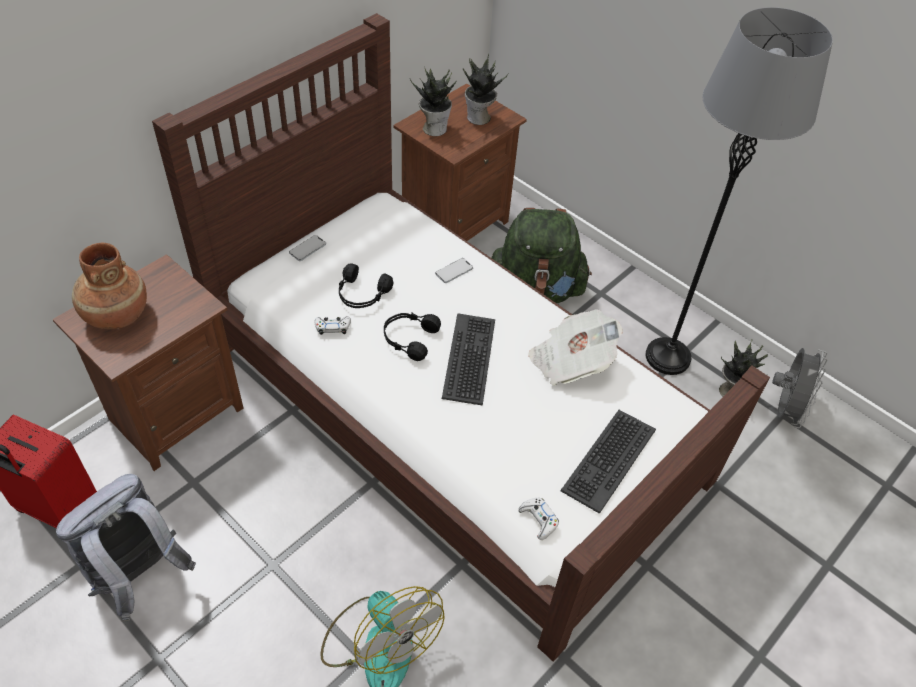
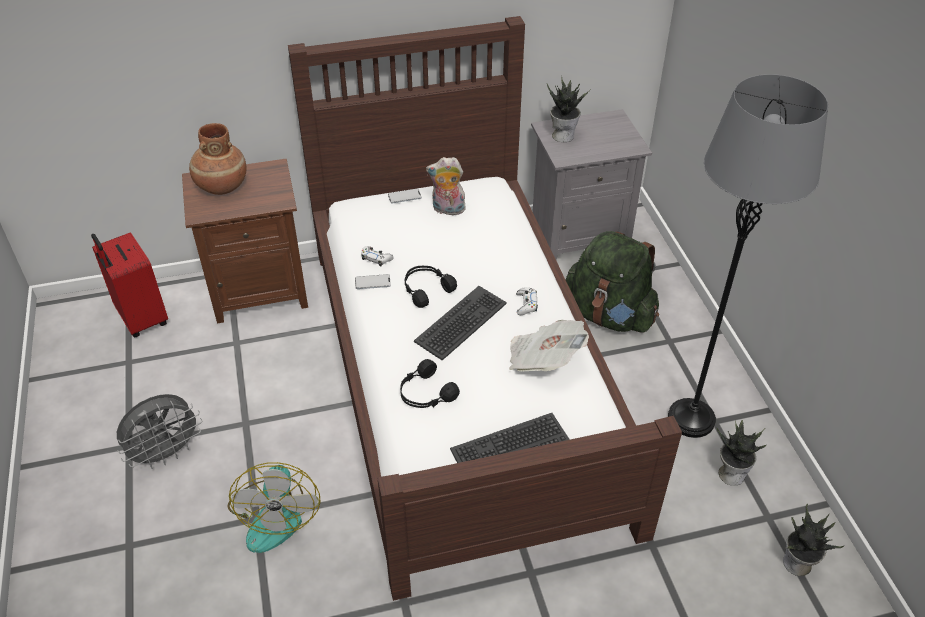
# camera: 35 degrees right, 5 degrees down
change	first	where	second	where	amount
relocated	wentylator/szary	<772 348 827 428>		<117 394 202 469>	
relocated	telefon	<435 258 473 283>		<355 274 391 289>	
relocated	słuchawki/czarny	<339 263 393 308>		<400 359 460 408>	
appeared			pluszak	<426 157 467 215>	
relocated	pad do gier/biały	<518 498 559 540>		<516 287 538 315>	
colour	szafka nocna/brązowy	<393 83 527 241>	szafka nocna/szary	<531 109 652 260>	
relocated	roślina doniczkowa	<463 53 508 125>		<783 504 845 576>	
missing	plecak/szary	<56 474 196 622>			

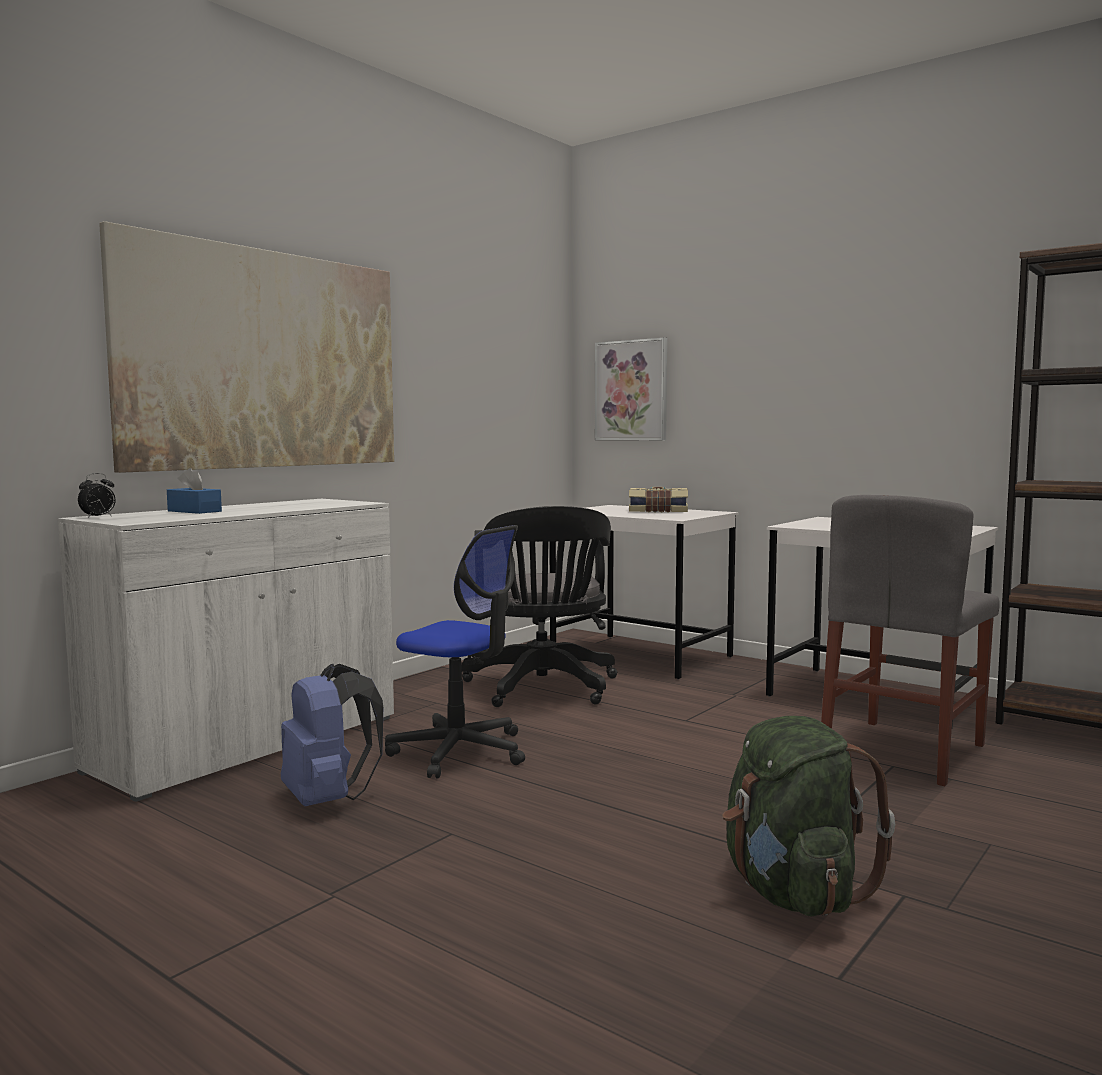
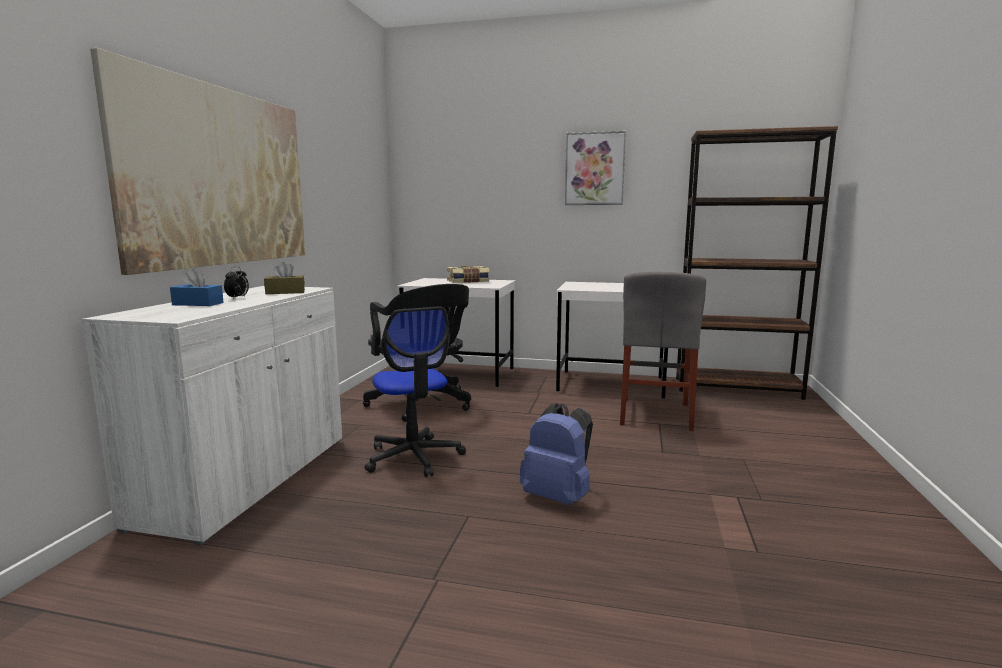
# camera: 25 degrees left, 5 degrees up
change	first	where	second	where	amount
relocated	budzik	<78 473 116 518>		<224 267 249 299>	
appeared			pudełko chusteczek/brązowy	<264 262 305 294>	
spun	krzesło biurowe	<385 525 525 779>		<365 306 466 477>	60 degrees clockwise
relocated	plecak/niebieski	<281 664 383 806>		<520 403 593 505>	
relocated	obraz	<595 337 667 440>		<565 131 626 205>	
missing	plecak/zielony	<722 716 895 916>			

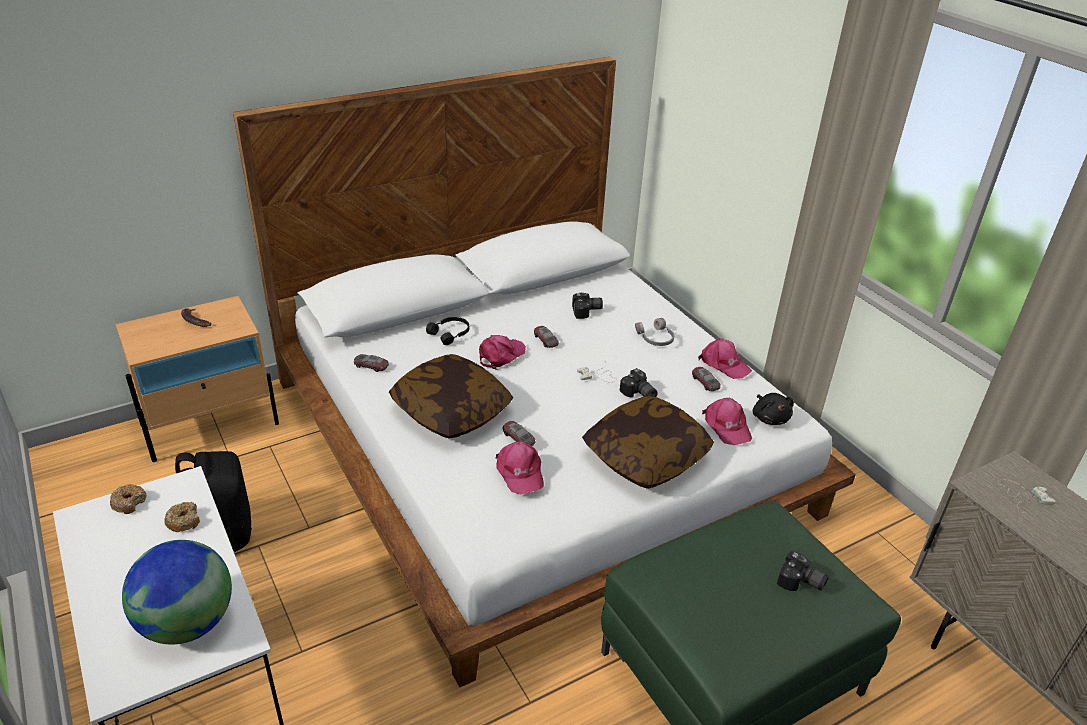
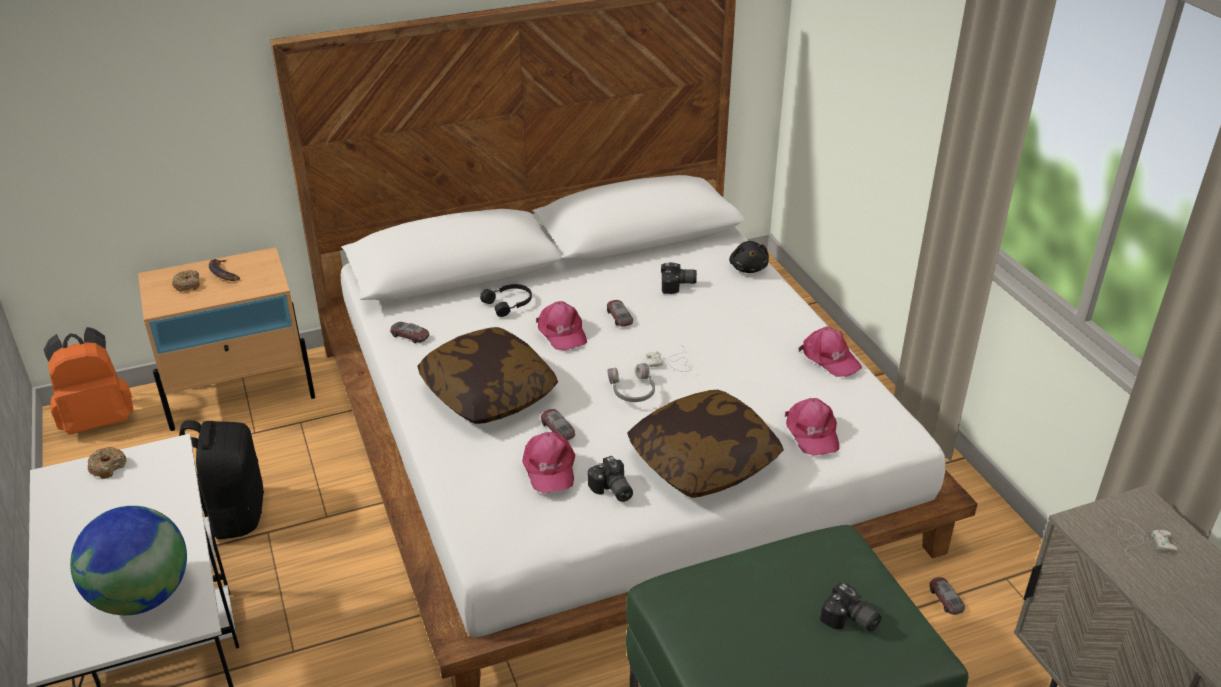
# camera: 10 degrees right, 0 degrees up
change	first	where	second	where	amount
appeared			plecak/pomarańczowy	<44 327 133 435>	
relocated	donut	<164 502 200 532>		<172 270 200 292>	
spun	czapka z daszkiem/różowy	<479 335 526 369>		<536 301 587 350>	105 degrees clockwise
relocated	aparat fotograficzny	<620 368 658 397>		<588 456 633 502>	
relocated	słuchawki/szary	<635 318 674 346>		<607 363 655 402>	
relocated	pluszak/czarny	<753 393 794 425>		<729 241 769 273>	
relocated	samochodzik	<692 367 720 391>		<929 577 965 615>	

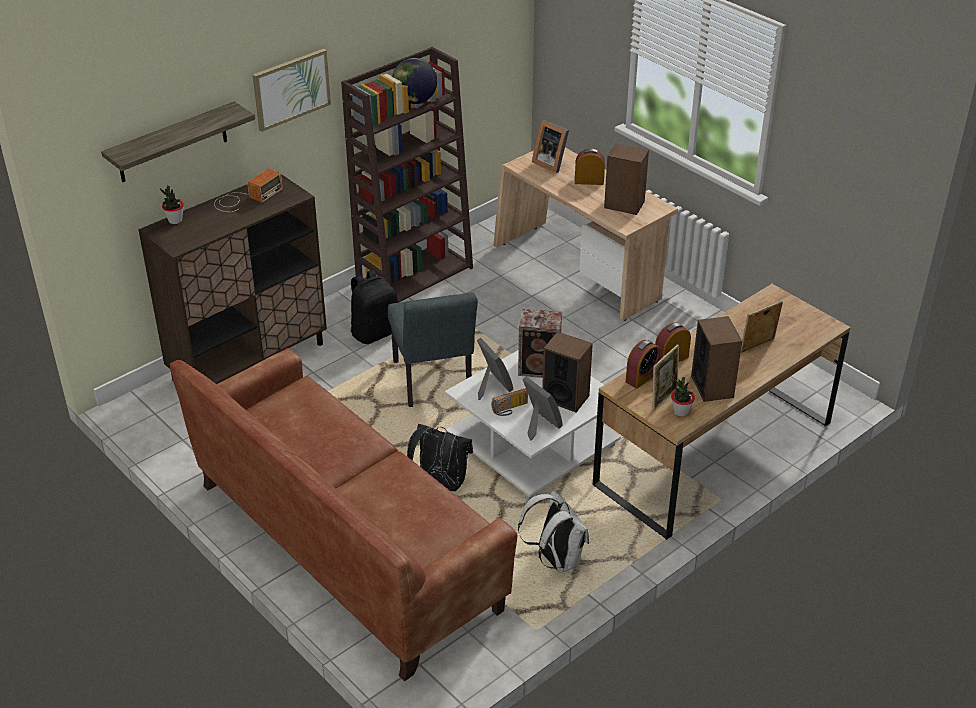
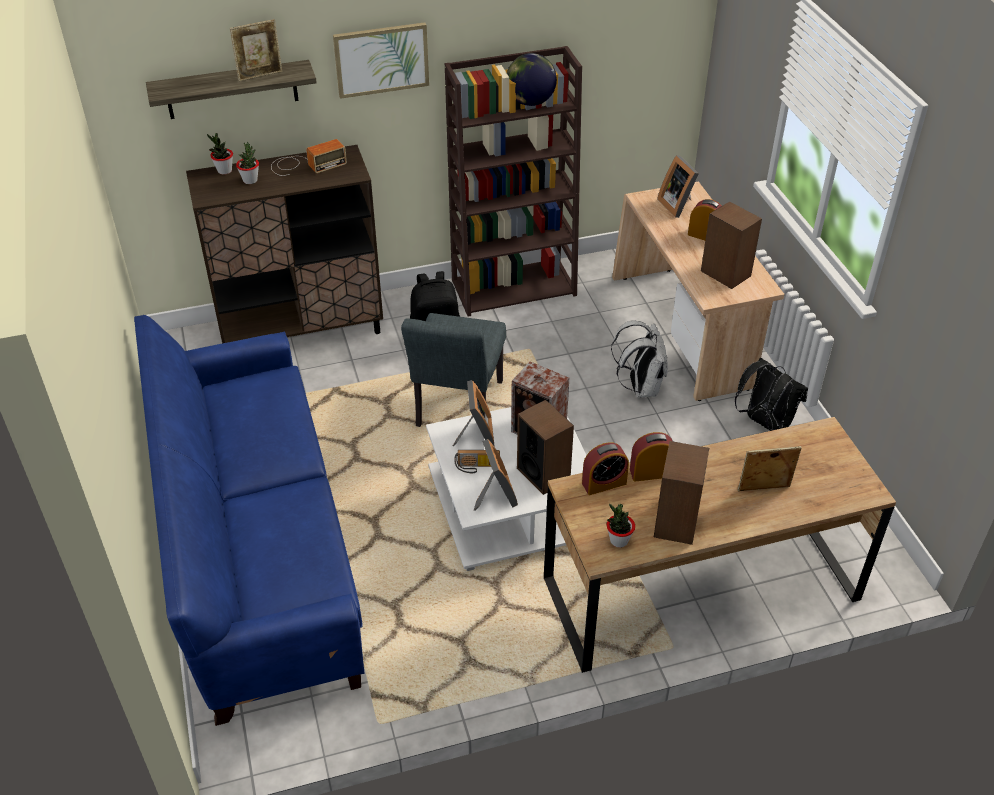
# camera: 25 degrees right, 5 degrees up
change	first	where	second	where	amount
colour	kanapa/brązowy	<170 348 517 681>	kanapa/niebieski	<134 315 364 726>	
relocated	ramka na zdjęcie	<653 344 679 410>		<230 19 282 82>	
appeared			roślina doniczkowa	<236 142 259 184>	
relocated	plecak/biały	<518 491 589 573>		<611 320 668 397>	
relocated	plecak/czarny	<407 424 473 491>		<735 358 808 431>	

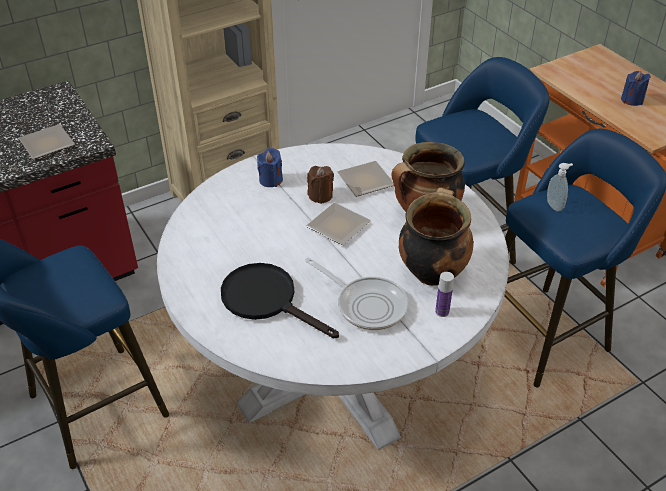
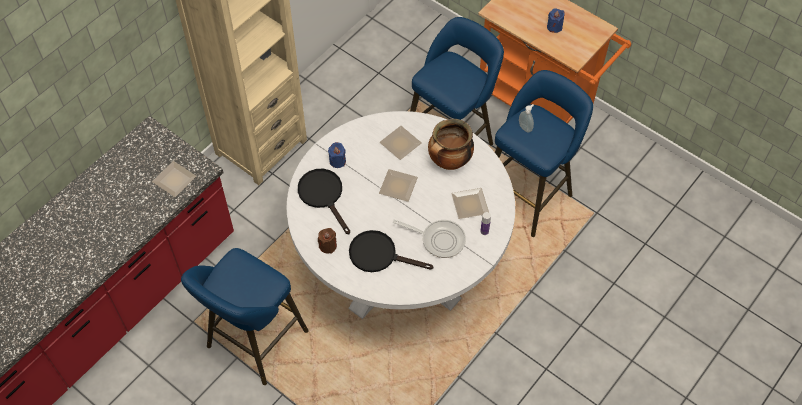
# camera: 20 degrees left, 15 degrees up
change	first	where	second	where	amount
appeared			patelnia/czarny	<298 169 350 234>	
relocated	świeca/brązowy	<307 166 334 204>		<318 228 337 254>	
exchanged	garnek	<399 187 474 286>	talerz	<451 188 489 219>	

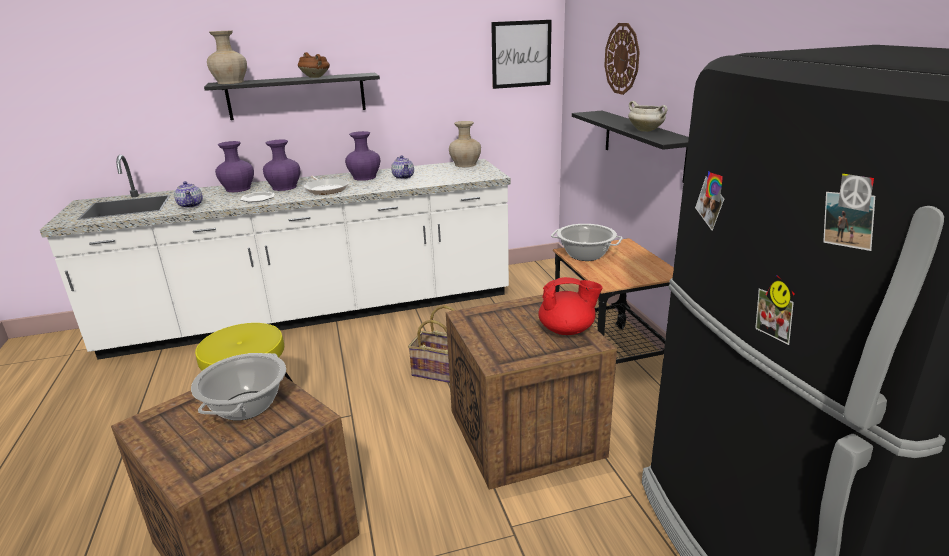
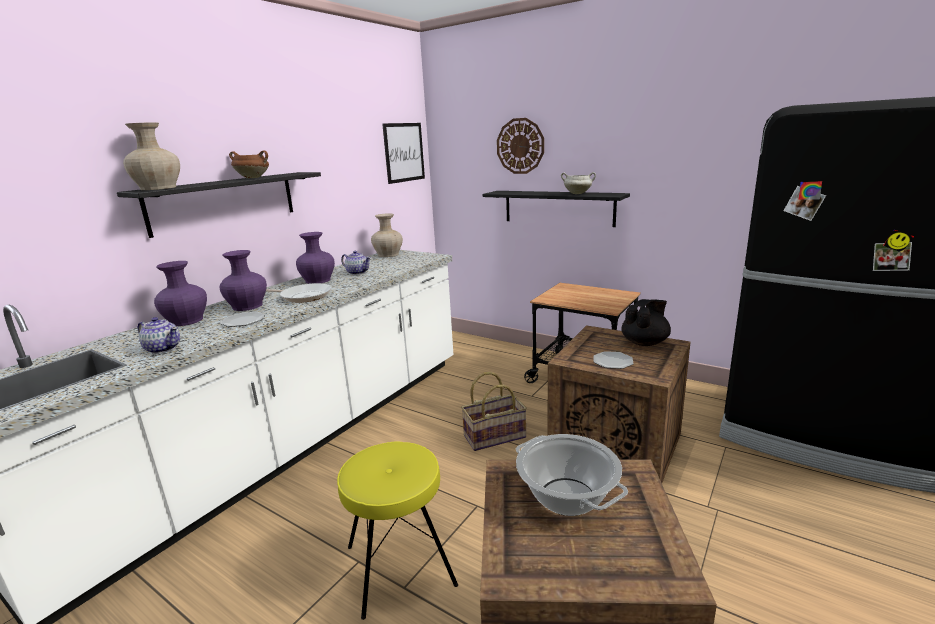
# camera: 40 degrees left, 5 degrees down
change	first	where	second	where	amount
appeared			talerz	<593 351 634 369>	
colour	imbryk/czerwony	<538 277 603 335>	imbryk/czarny	<621 299 671 346>	
missing	garnek	<551 224 623 261>			

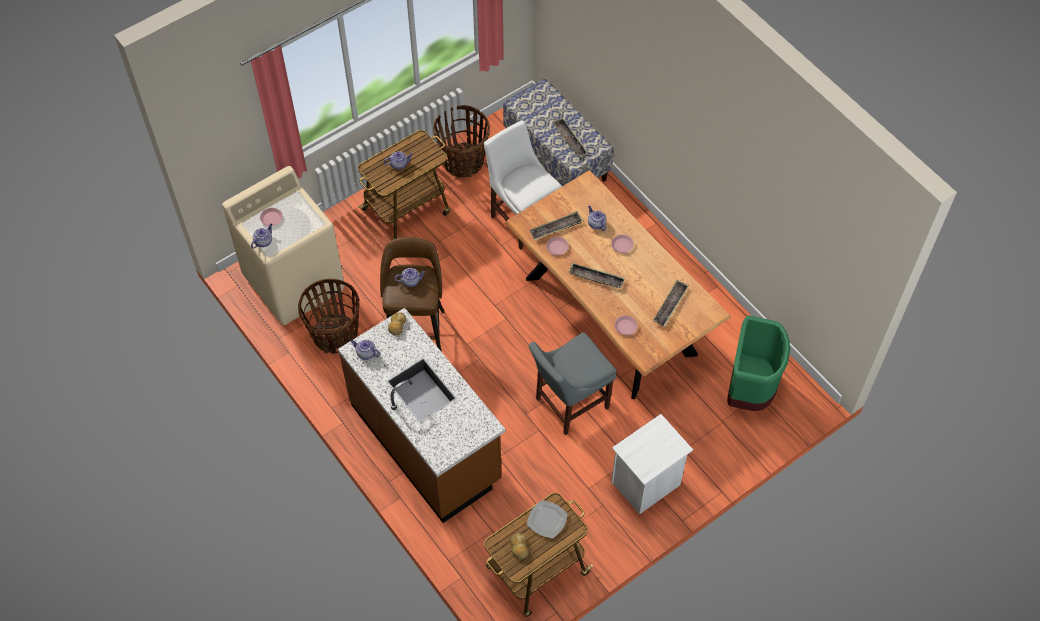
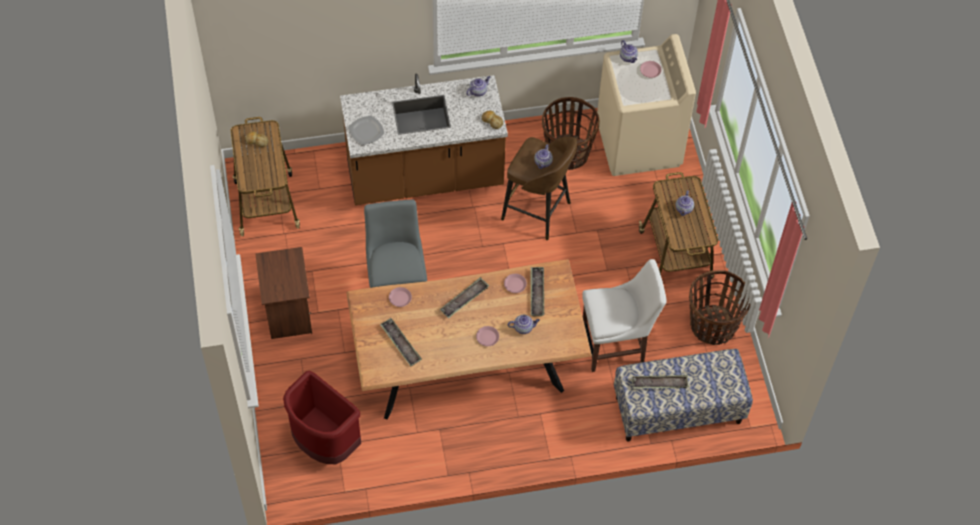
# camera: 115 degrees right, 0 degrees up
change	first	where	second	where	amount
colour	szafka nocna/biały	<611 414 693 514>	szafka nocna/brązowy	<255 247 312 339>	
colour	kosz na śmieci/zielony	<727 315 790 411>	kosz na śmieci/czerwony	<283 371 361 464>	
relocated	talerz	<527 500 568 538>		<348 116 385 145>	

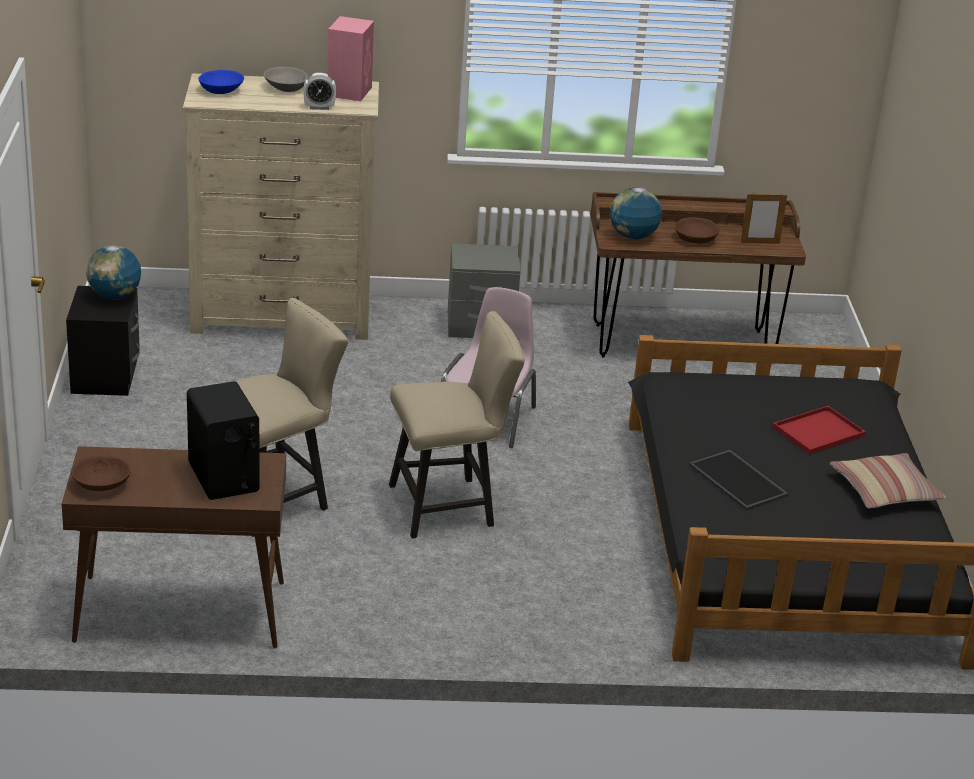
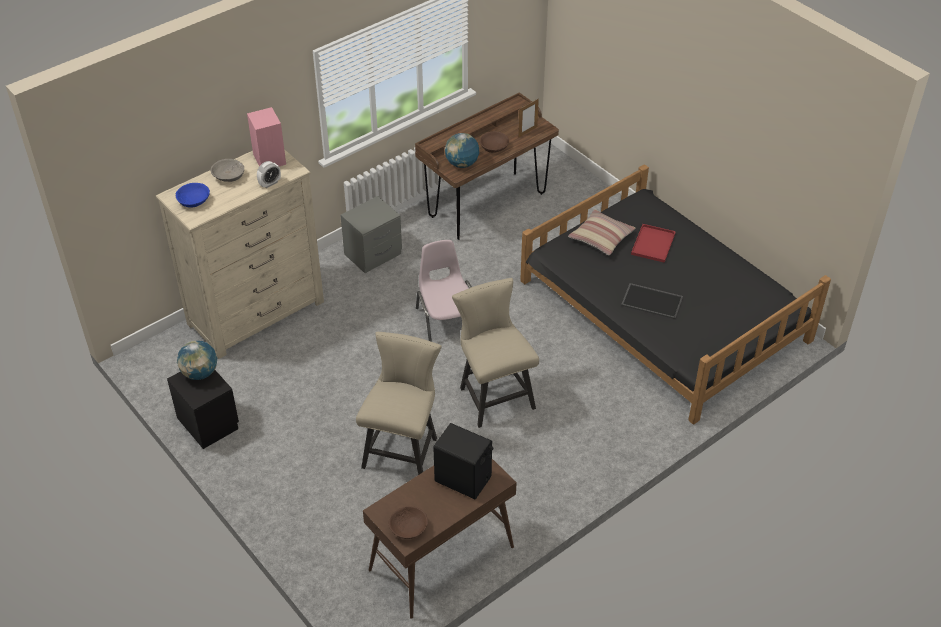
# camera: 35 degrees left, 15 degrees up
change	first	where	second	where	amount
spun	krzesło/beżowy	<389 311 525 538>		<452 278 539 428>	60 degrees counterclockwise
relocated	poduszka	<830 453 946 508>		<568 209 635 255>	

